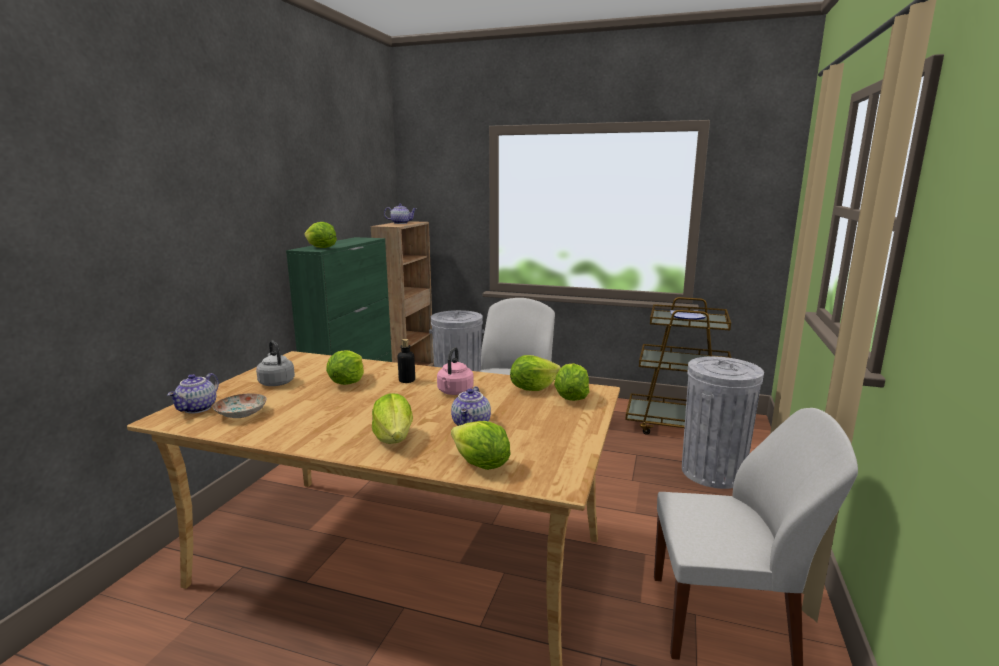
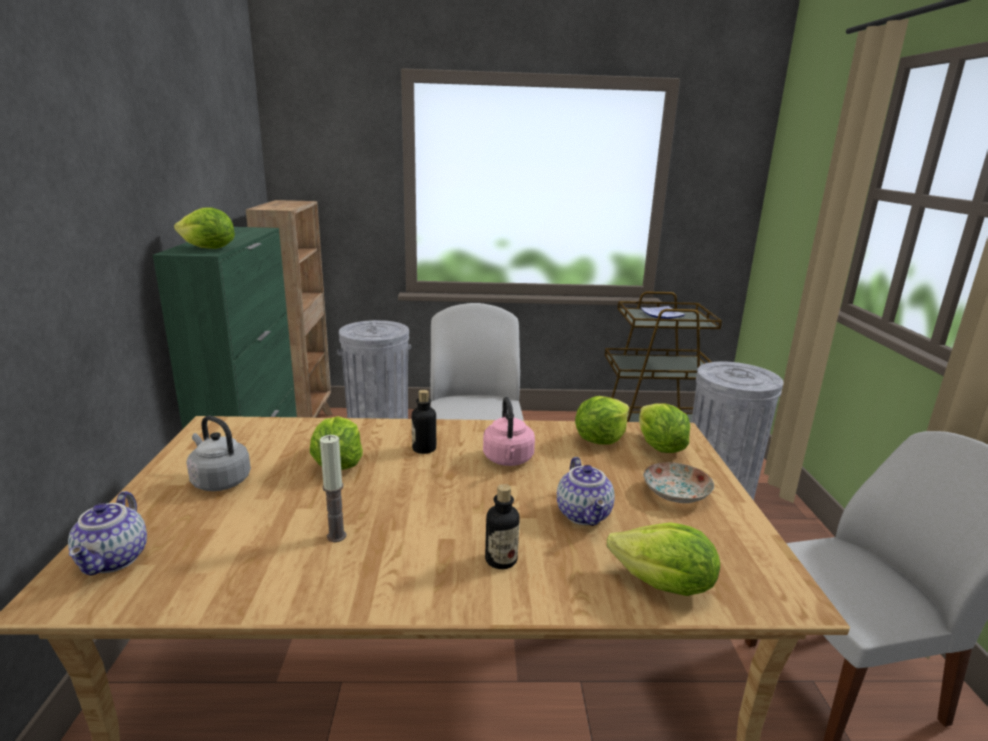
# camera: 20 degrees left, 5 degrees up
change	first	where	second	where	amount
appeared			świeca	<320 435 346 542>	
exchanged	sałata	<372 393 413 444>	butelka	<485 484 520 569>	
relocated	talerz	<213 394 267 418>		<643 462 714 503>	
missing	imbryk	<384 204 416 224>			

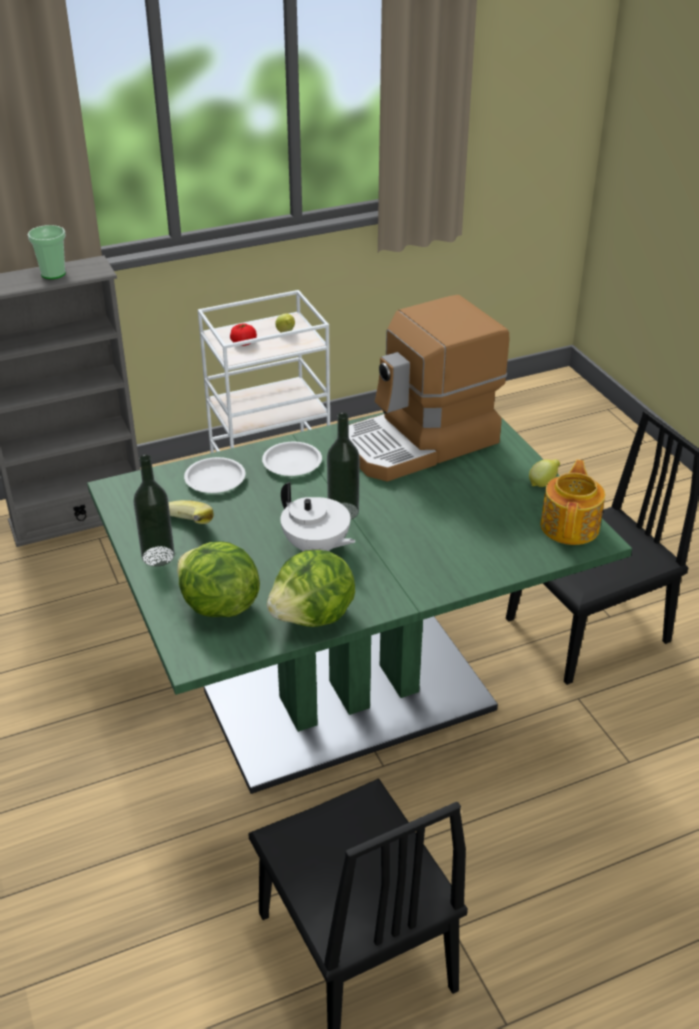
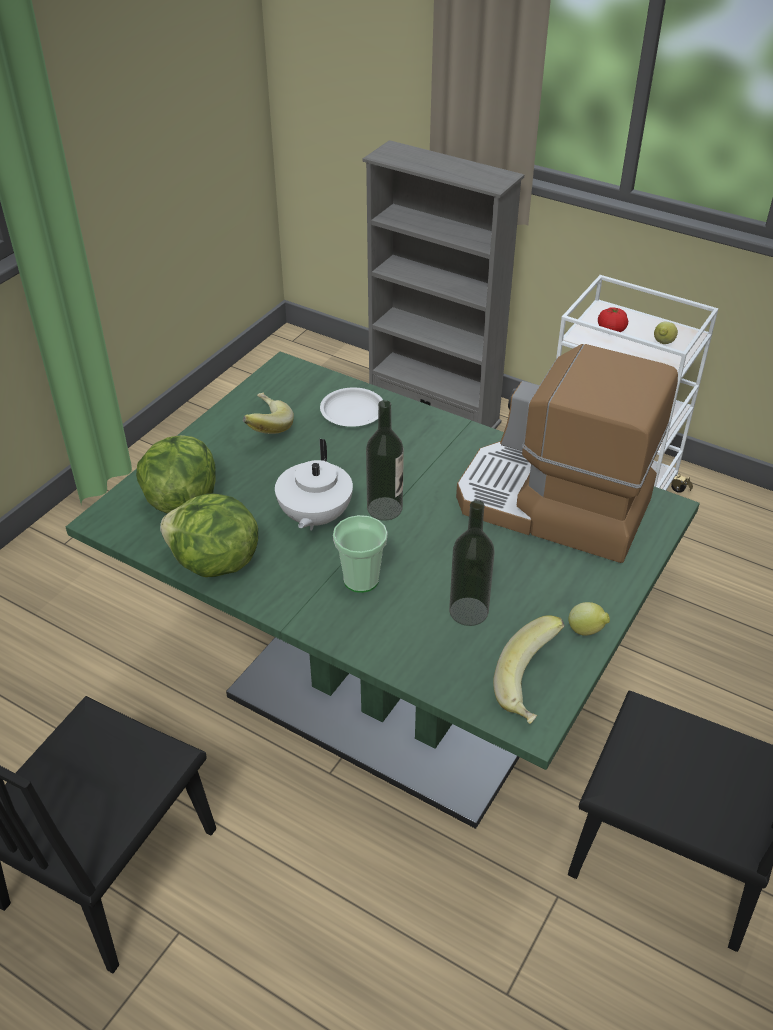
# camera: 55 degrees right, 5 degrees up
change	first	where	second	where	amount
relocated	filiżanka	<28 225 66 279>		<333 515 387 593>	
relocated	butelka	<133 455 175 567>		<449 500 494 626>	
exchanged	imbryk	<540 460 605 545>	banan	<493 615 565 724>	
missing	talerz/biały	<262 442 322 476>			

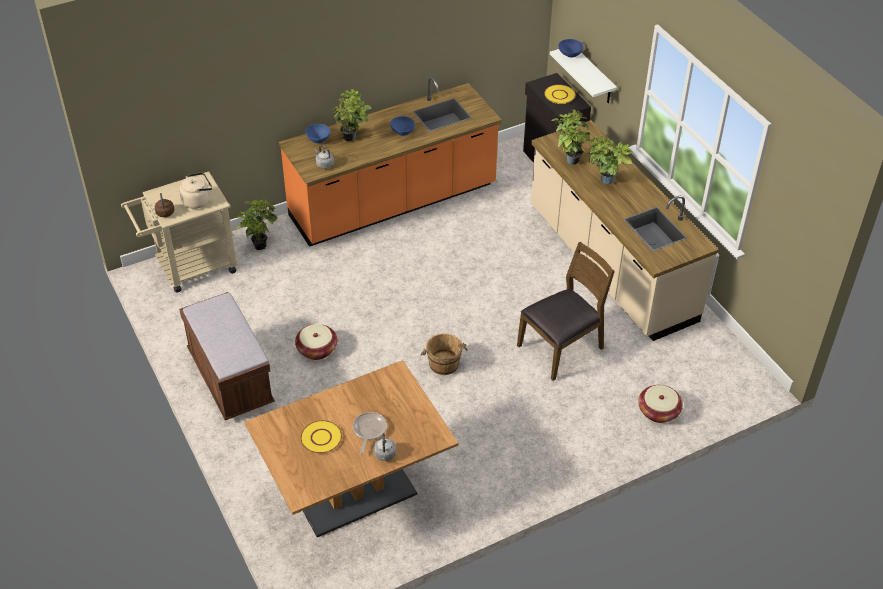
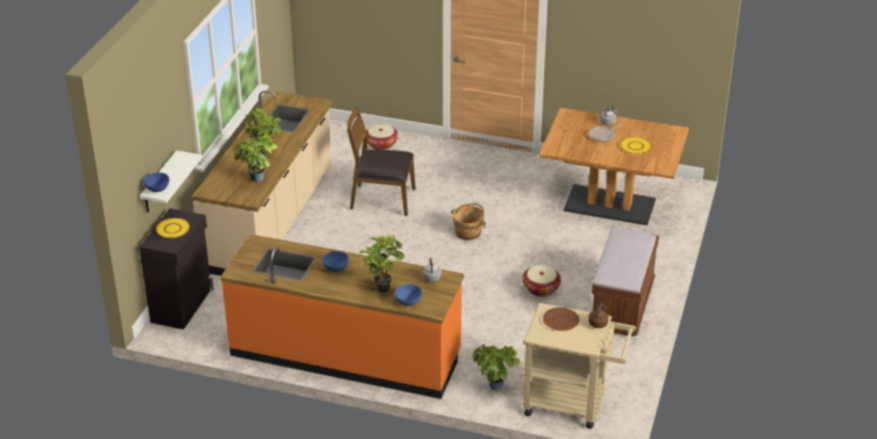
# camera: 135 degrees left, 10 degrees down
change	first	where	second	where	amount
exchanged	czajnik/beżowy	<179 172 212 209>	talerz/brązowy	<543 307 580 331>	

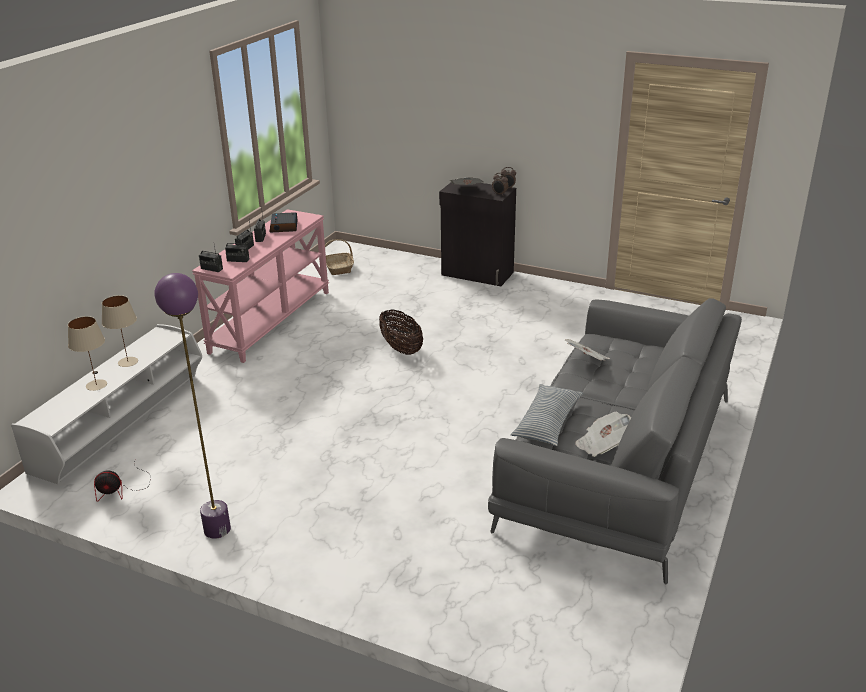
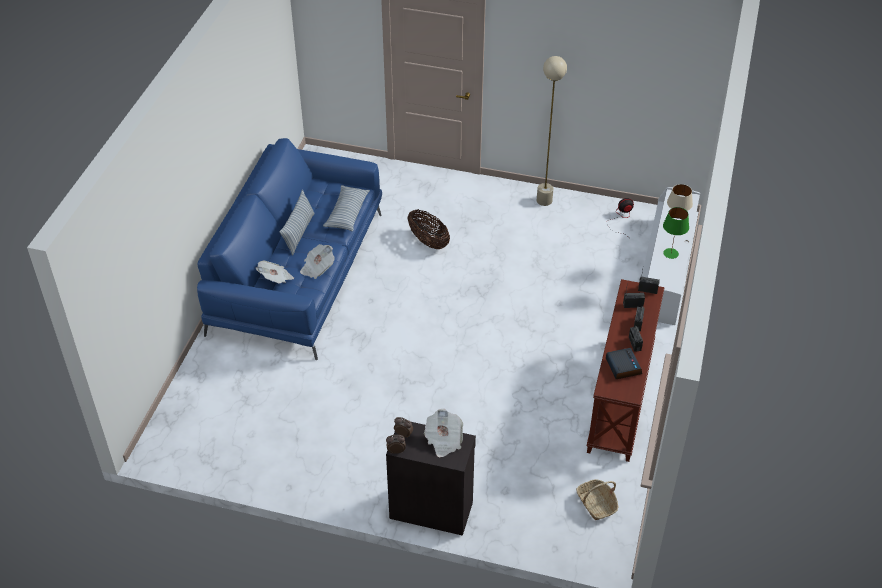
# camera: 170 degrees right, 15 degrees up
change	first	where	second	where	amount
colour	kanapa/szary	<488 298 742 585>	kanapa/niebieski	<197 138 382 360>	
relocated	gazeta	<575 412 631 457>		<256 261 294 284>	
appeared			poduszka	<280 190 315 256>	
relocated	koszyk	<379 310 423 355>		<408 209 450 249>	
colour	lampa stojąca/fioletowy	<154 273 231 539>	lampa stojąca/beżowy	<537 56 567 206>	
colour	stolik konsolowy/różowy	<192 209 329 363>	stolik konsolowy/brązowy	<587 279 665 462>	
colour	lampa stołowa/beżowy	<102 295 138 367>	lampa stołowa/zielony	<663 207 689 259>	

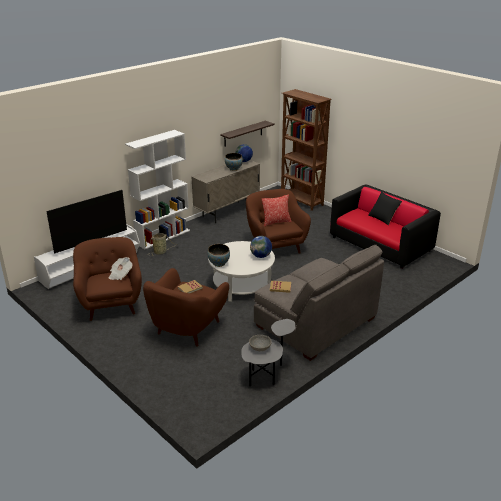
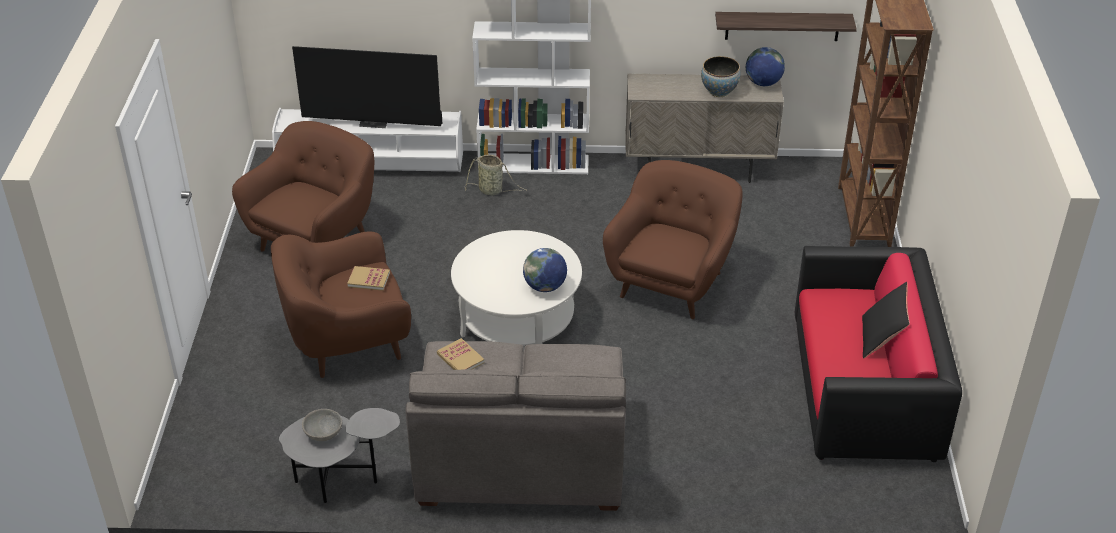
# camera: 45 degrees right, 10 degrees up
change	first	where	second	where	amount
missing	gazeta	<109 257 133 280>			
missing	miska	<208 244 230 267>			
missing	poduszka	<262 195 291 226>			

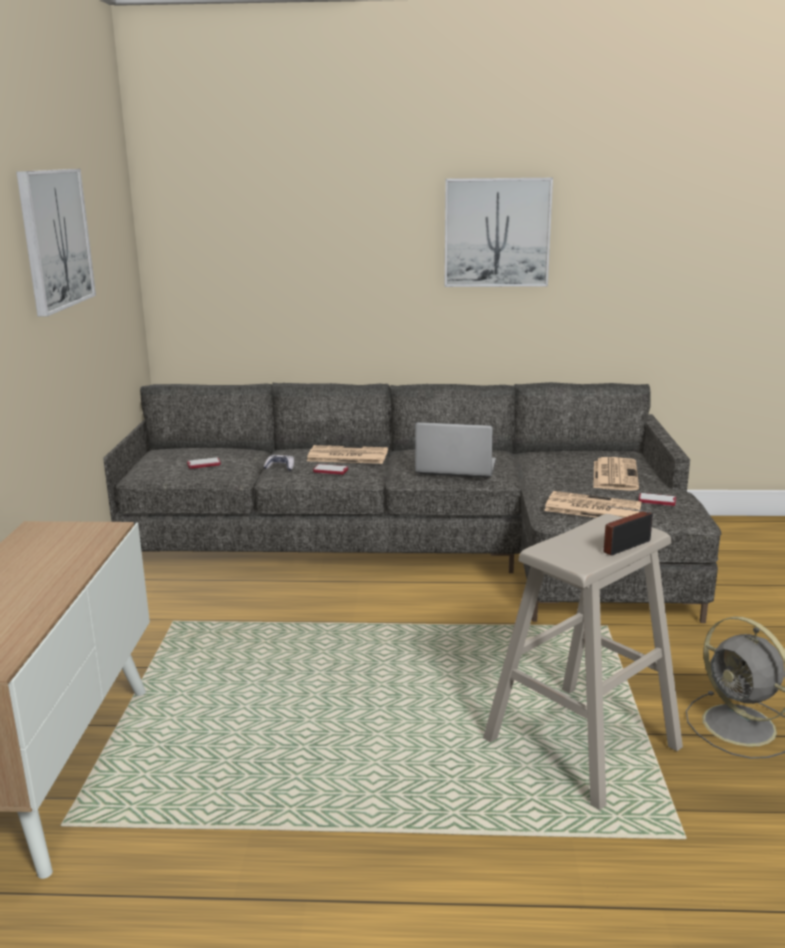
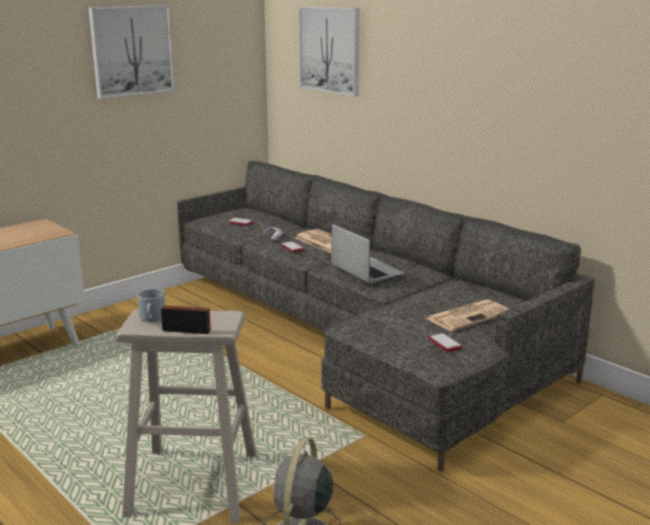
# camera: 45 degrees right, 0 degrees up
change	first	where	second	where	amount
appeared			kubek/szary	<137 289 165 322>	
relocated	obraz	<445 178 553 287>		<298 6 360 96>	
missing	gazeta	<544 491 641 518>			

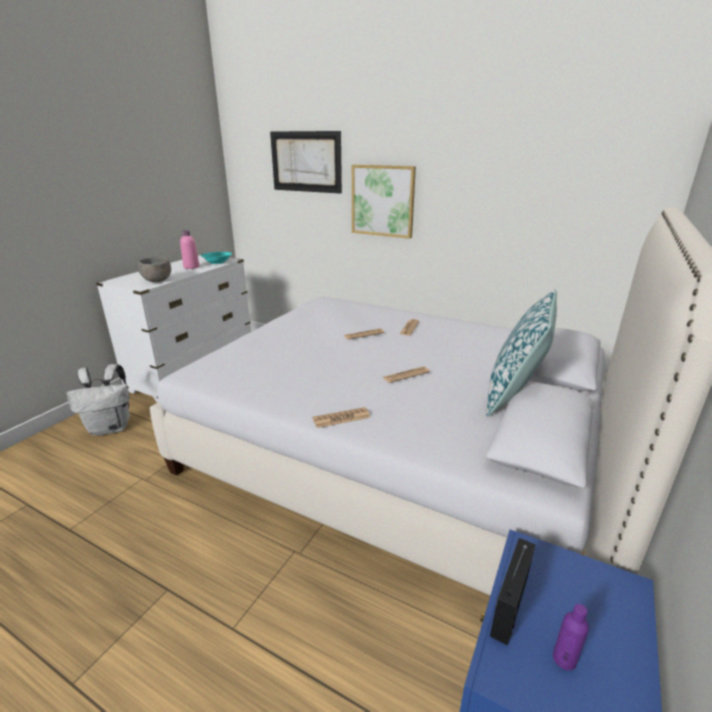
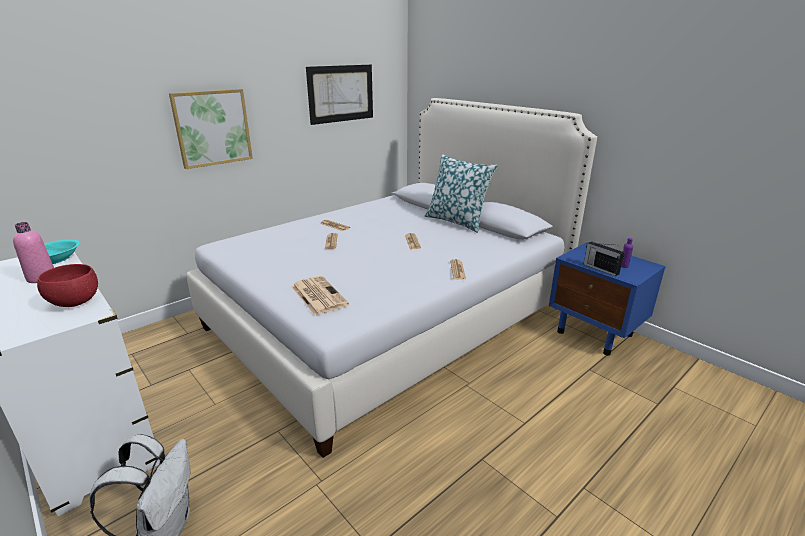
# camera: 70 degrees left, 0 degrees up
change	first	where	second	where	amount
colour	miska/szary	<138 257 171 282>	miska/czerwony	<37 264 98 307>	
appeared			gazeta	<291 276 349 315>	
relocated	obraz	<270 131 342 194>		<306 65 373 125>	

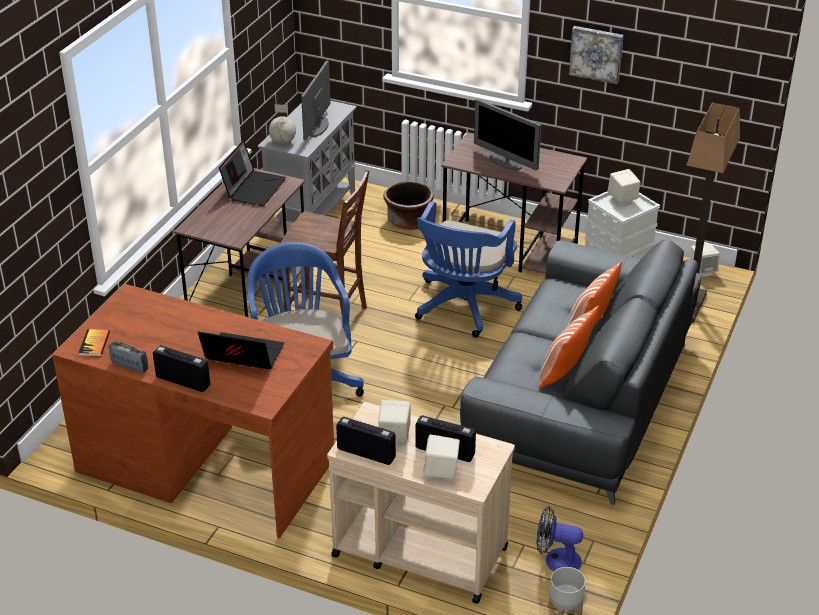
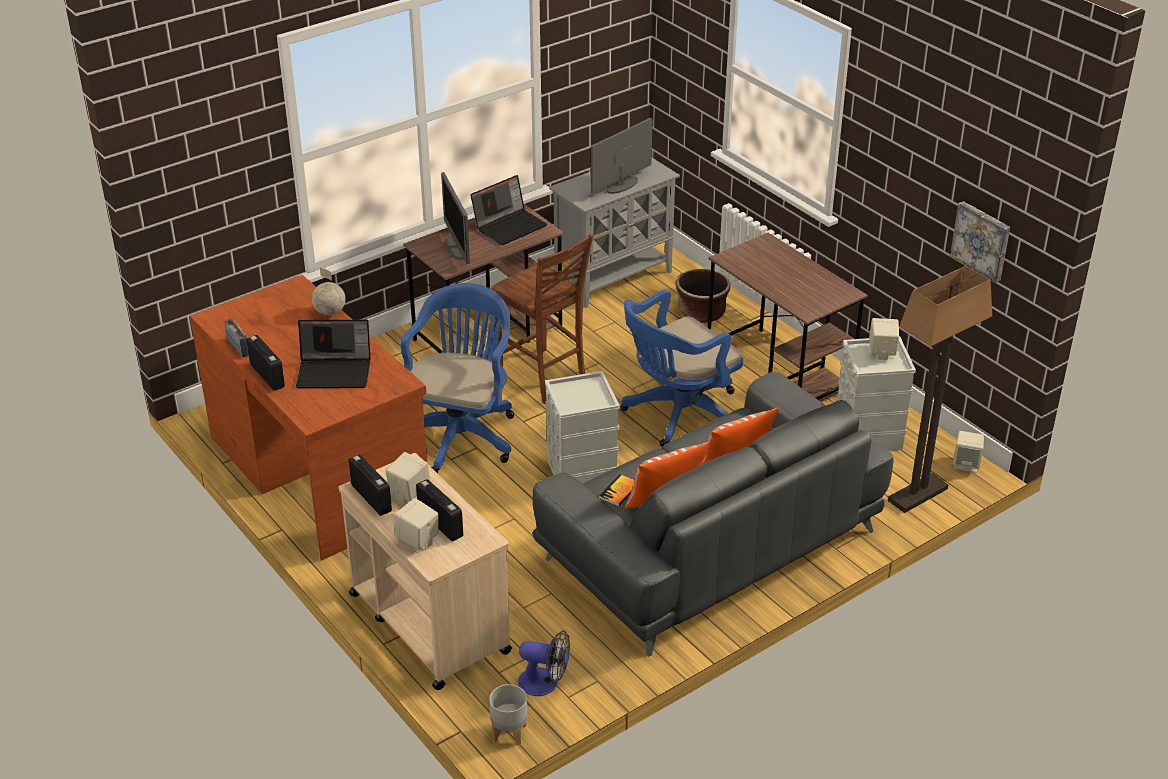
# camera: 30 degrees right, 0 degrees up
change	first	where	second	where	amount
spun	laptop	<198 331 284 370>		<296 320 371 388>	135 degrees clockwise
relocated	globus	<269 104 296 144>		<312 267 345 316>	
relocated	monitor	<474 99 541 171>		<441 172 470 264>	
spun	wentylator	<537 506 583 571>		<518 630 570 696>	150 degrees clockwise
appeared			pojemnik do przechowywania/szary	<545 371 620 484>	
relocated	książka	<79 329 110 356>		<599 474 634 507>	
relocated	obraz	<569 26 624 84>		<950 201 1010 283>	

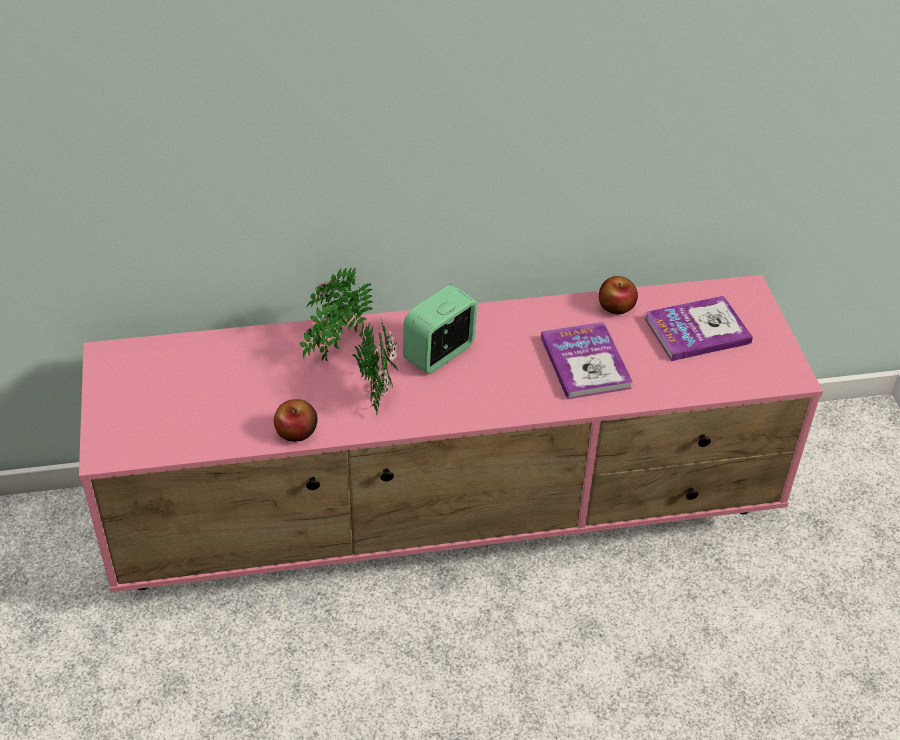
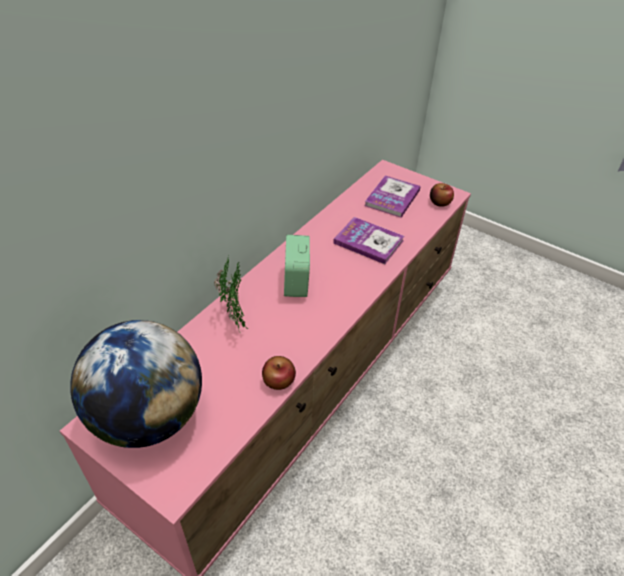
# camera: 45 degrees left, 0 degrees up
change	first	where	second	where	amount
appeared			globus	<70 320 202 448>	
relocated	jabłko	<599 276 638 314>		<430 183 454 207>	
missing	roślina doniczkowa	<352 319 399 415>			

